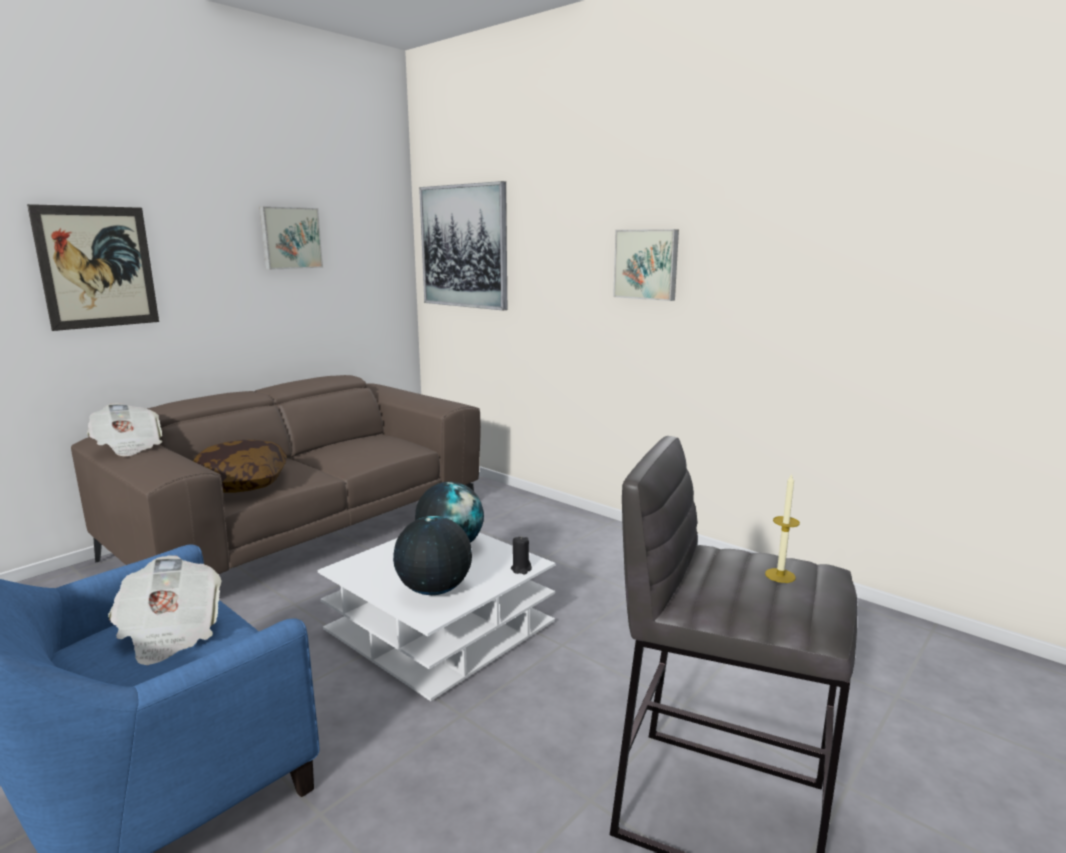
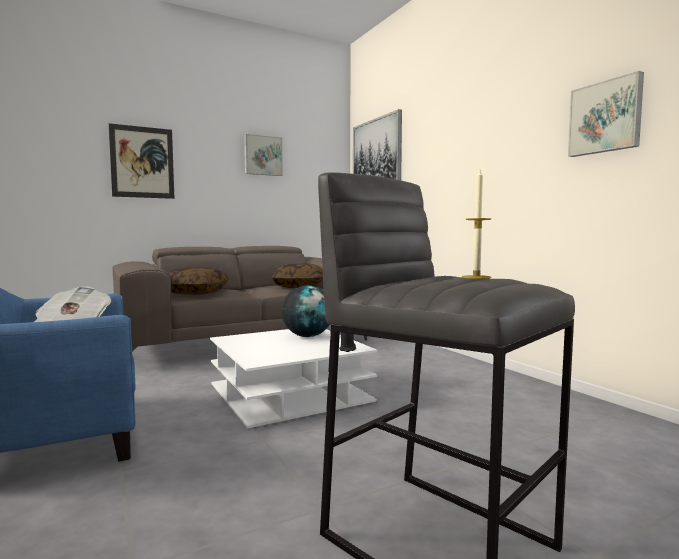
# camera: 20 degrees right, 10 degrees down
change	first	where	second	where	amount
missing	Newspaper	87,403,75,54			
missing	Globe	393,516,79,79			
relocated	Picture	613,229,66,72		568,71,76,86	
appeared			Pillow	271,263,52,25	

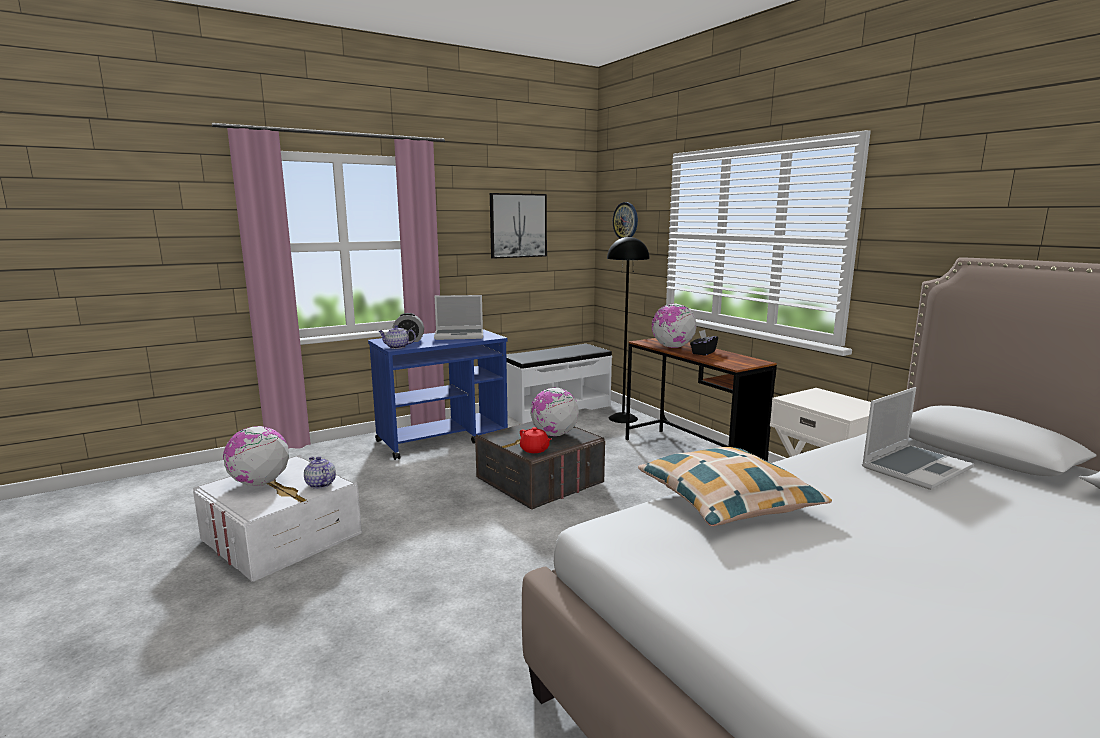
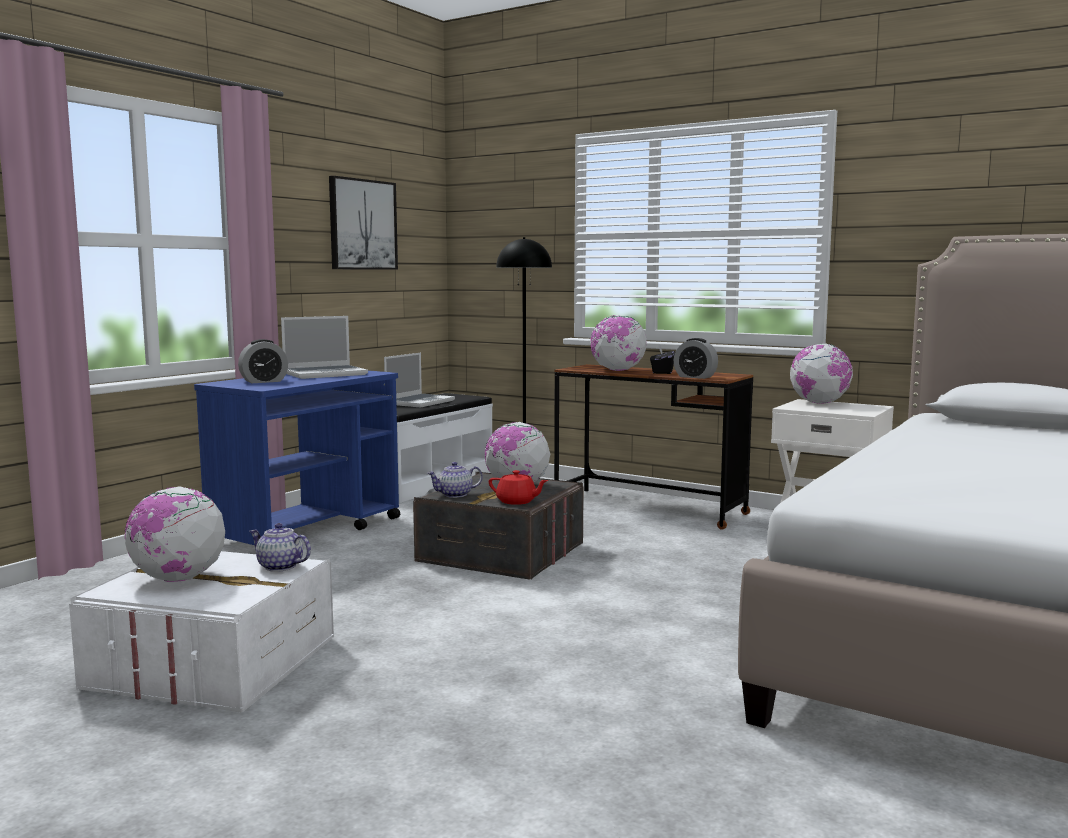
# camera: 25 degrees left, 5 degrees down
change	first	where	second	where	amount
relocated	Teapot	378,325,38,24		427,462,56,36	
missing	WallClock	613,202,25,37			
missing	Pillow	638,447,194,79			
relocated	Laptop	862,387,112,103		384,353,71,55	
appeared			AlarmClock	673,338,45,41	
appeared			Globe	790,343,63,61	

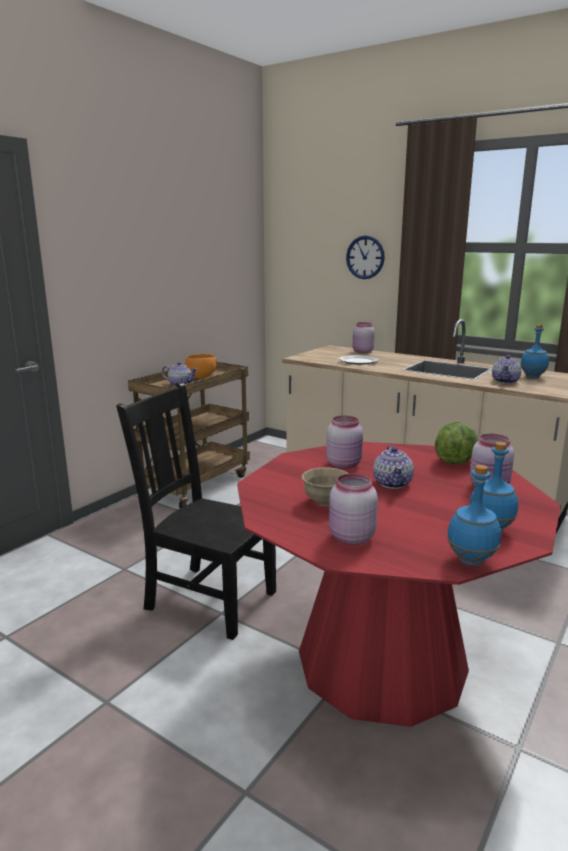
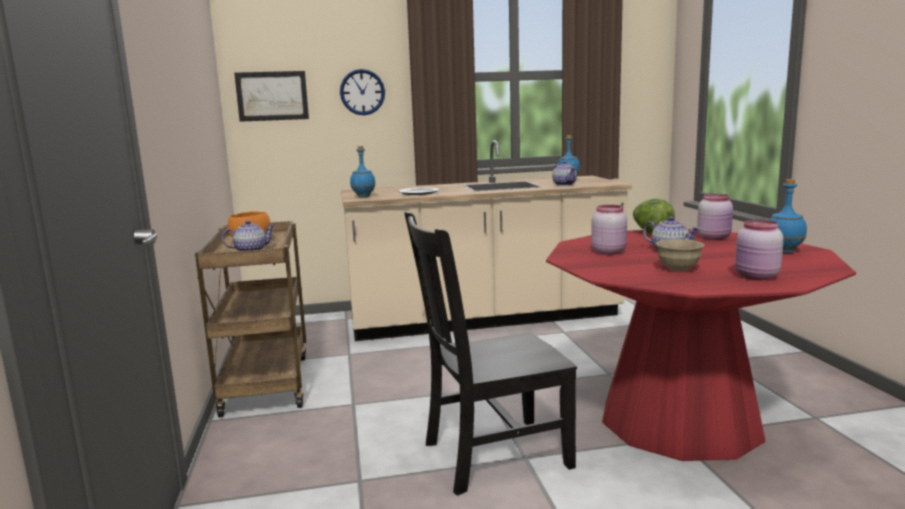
# camera: 45 degrees left, 5 degrees down
change	first	where	second	where	amount
missing	PinkJar	353,322,22,31			
relocated	BlueBottle	447,465,54,101		350,146,26,51	
appeared			Picture	234,71,75,51	

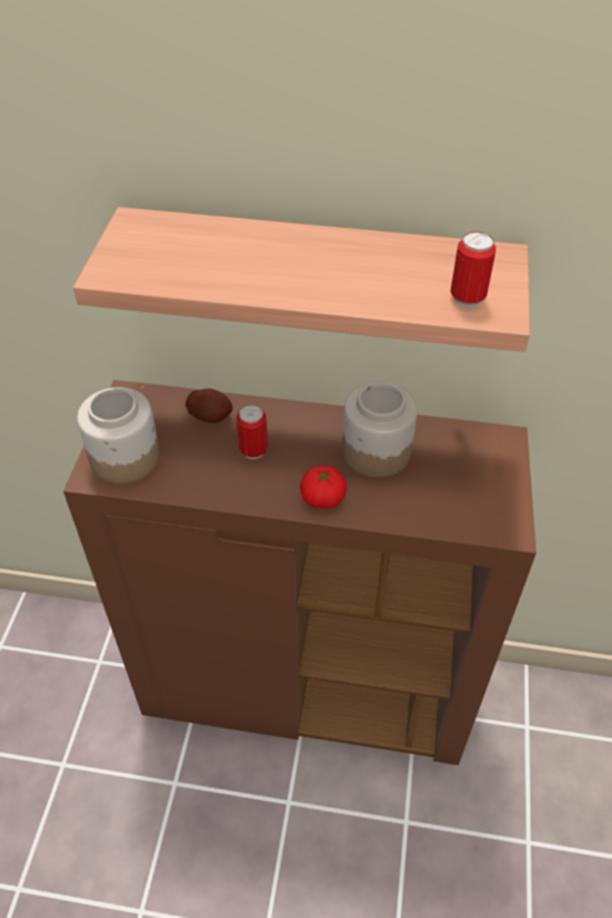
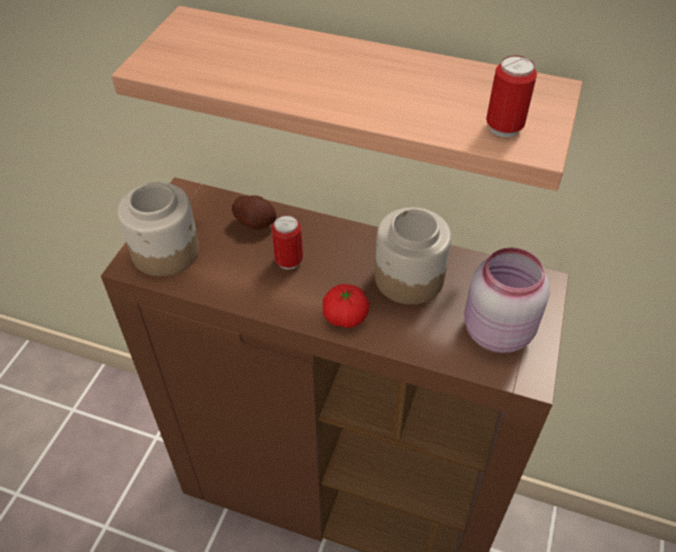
# camera: 10 degrees right, 0 degrees up
change	first	where	second	where	amount
appeared			PinkJar	464,247,86,106	

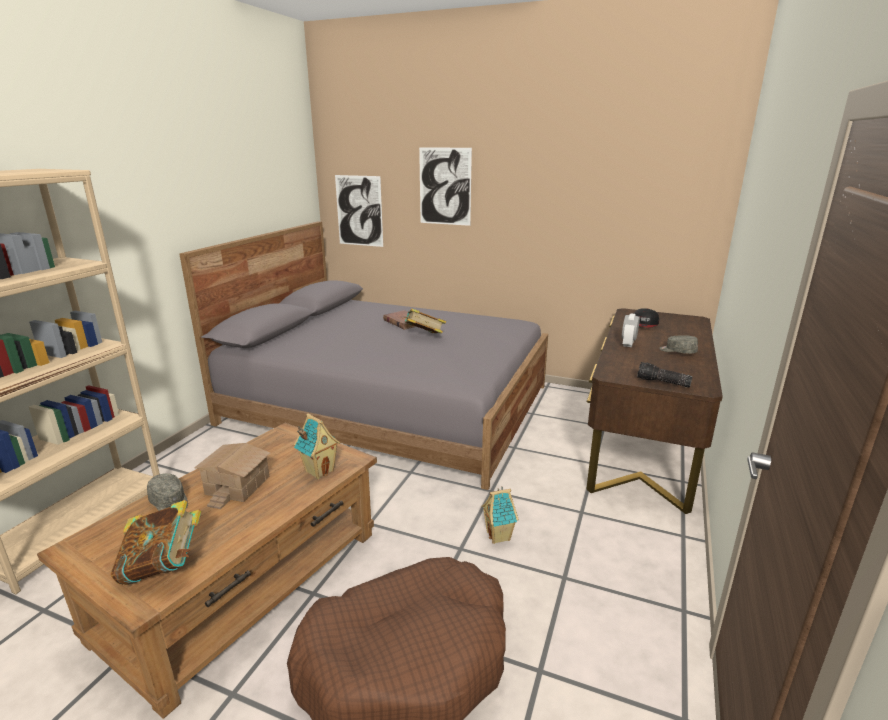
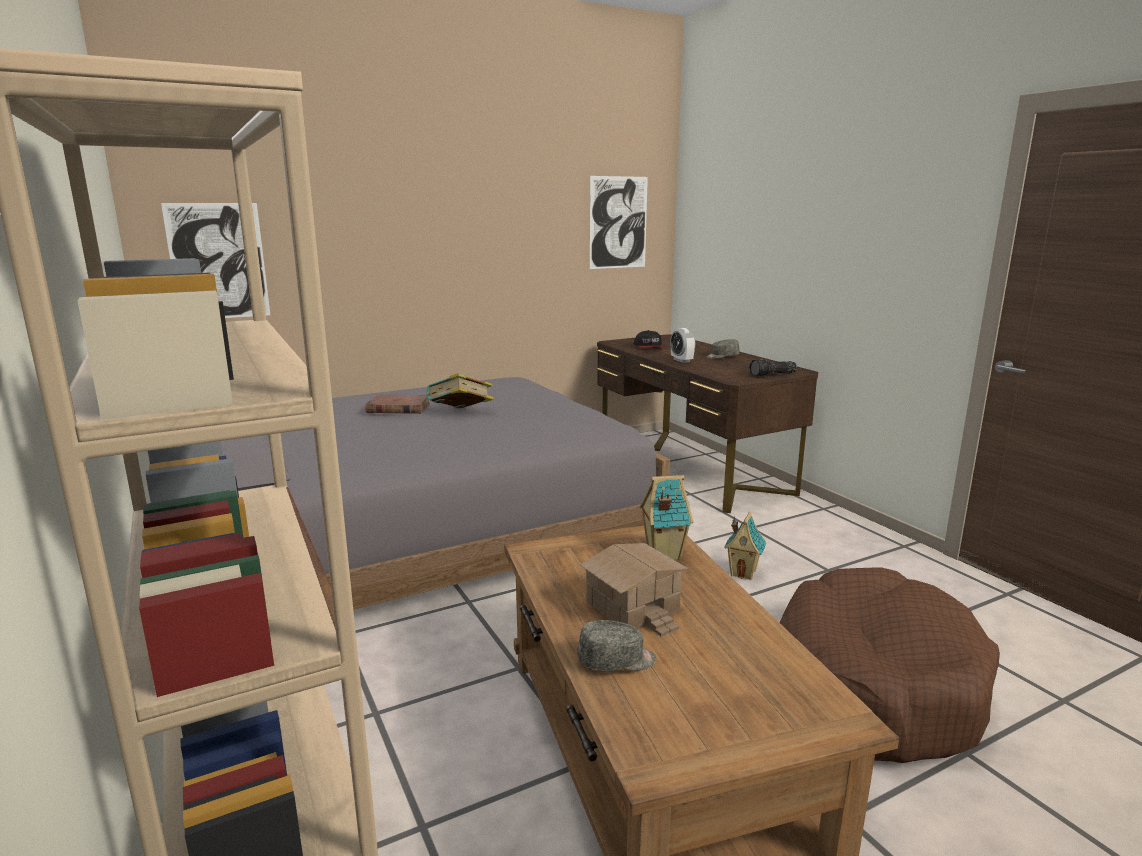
# camera: 50 degrees left, 5 degrees down
change	first	where	second	where	amount
missing	Book	111,500,90,85			
relocated	Picture	419,147,53,79		589,176,59,93	

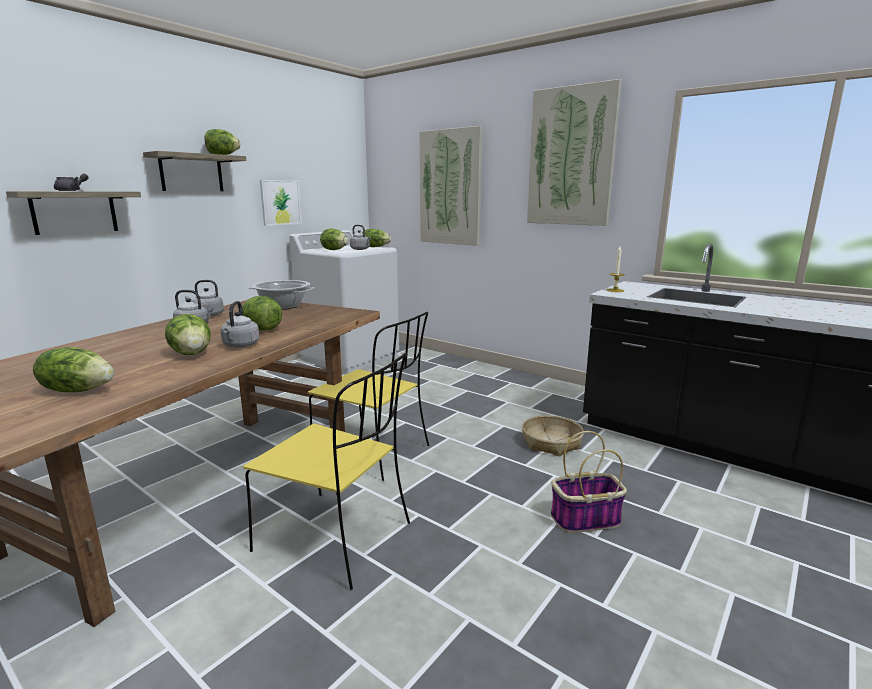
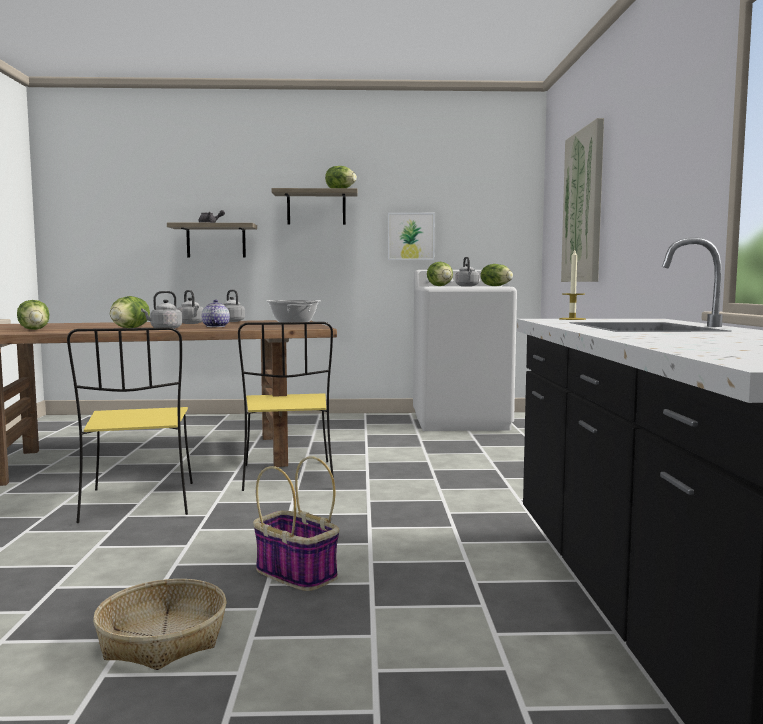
# camera: 50 degrees right, 10 degrees down
change	first	where	second	where	amount
exchanged	Lettuce	242,296,40,34	Teapot	202,300,28,27	
relocated	Basket	522,415,62,41		93,579,134,91	
missing	Picture	527,79,95,147			

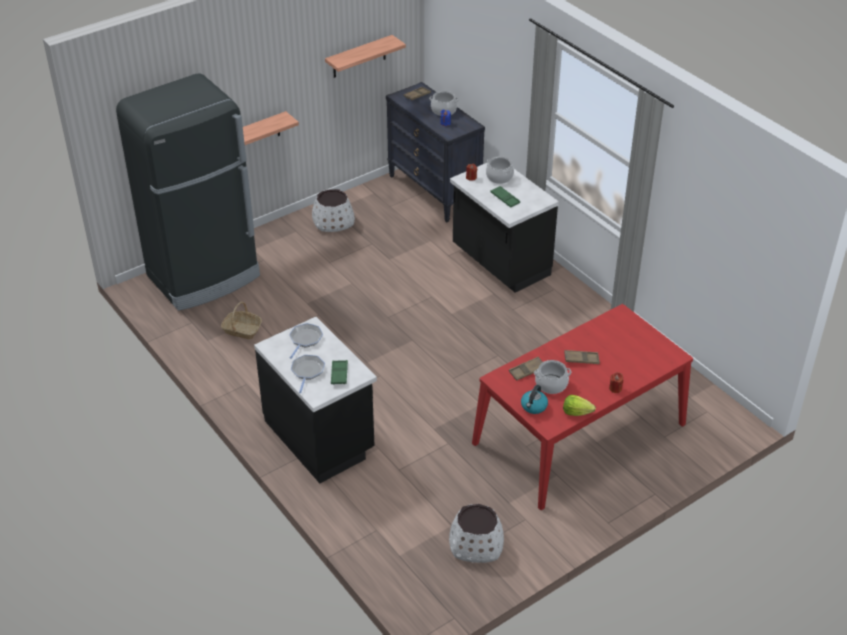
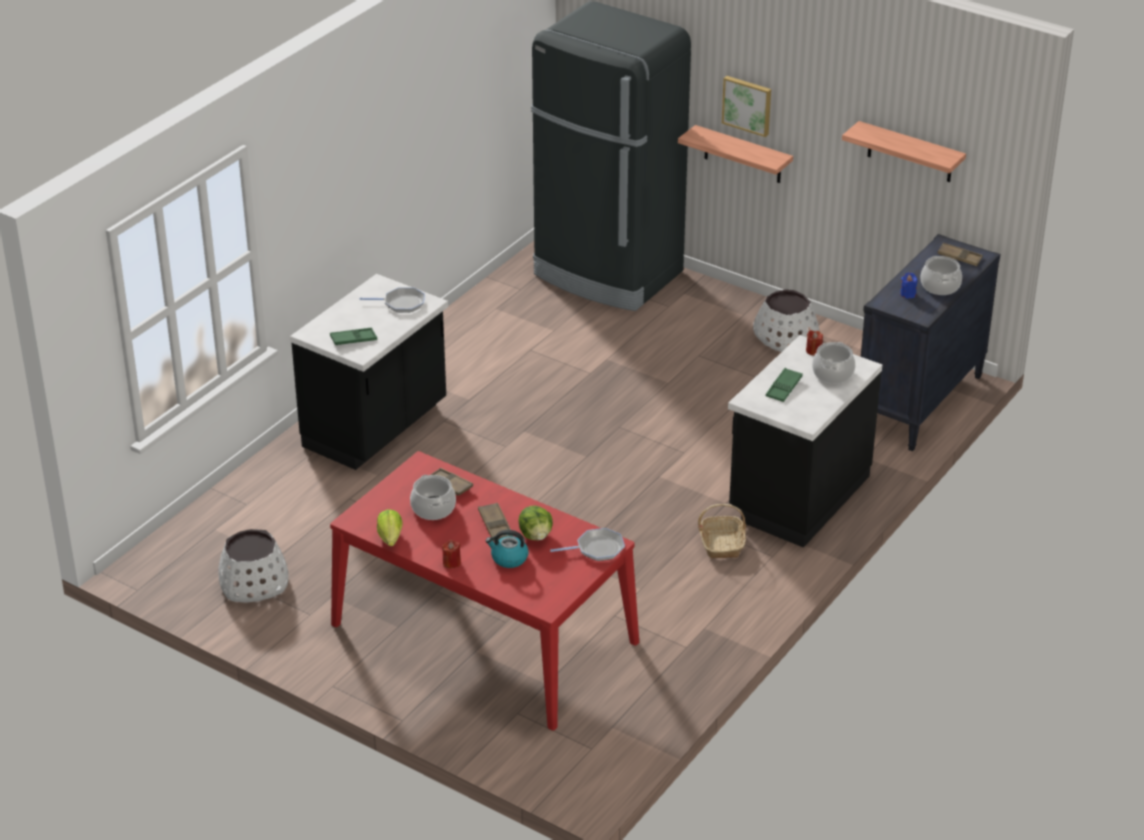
# camera: 70 degrees right, 5 degrees down
change	first	where	second	where	amount
relocated	Basket	221,302,41,37		698,504,48,54	
relocated	FryingPan	291,355,34,38		550,528,75,33	
relocated	Kettle	521,385,27,29		486,530,42,38	
appeared			Lettuce	518,506,35,34	
appeared			Picture	722,76,49,61	

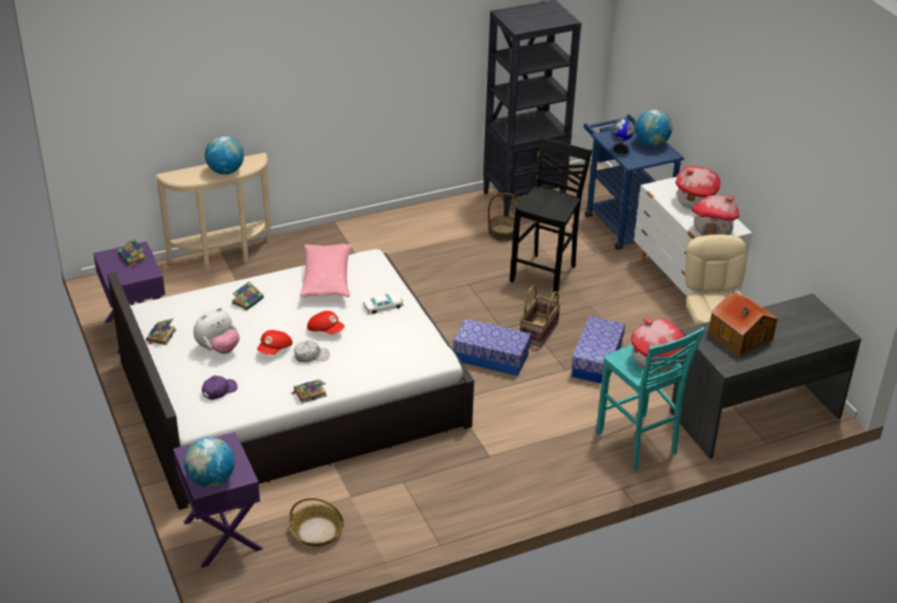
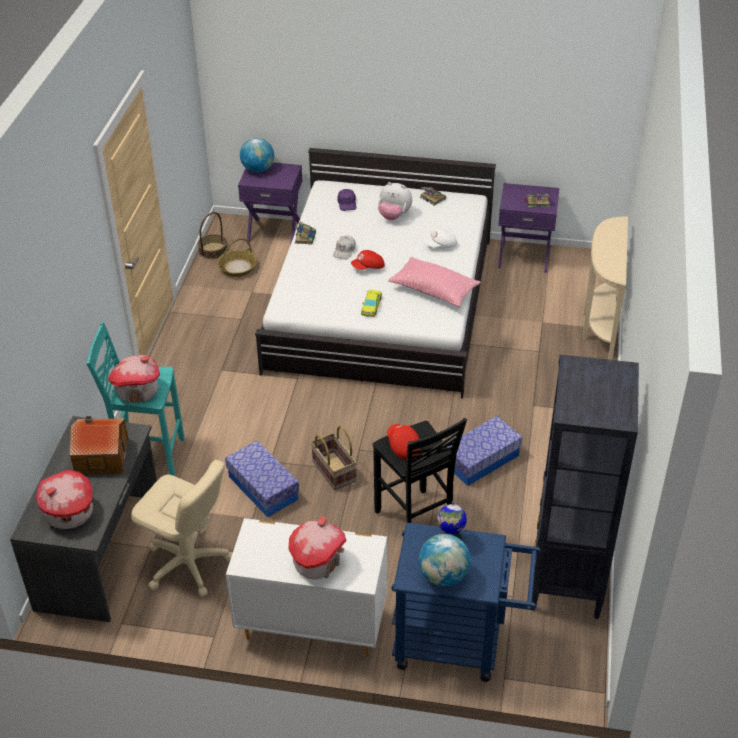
# camera: 125 degrees right, 5 degrees up
change	first	where	second	where	amount
spun	PlushToy	194,307,46,47		378,182,34,38	60 degrees counterclockwise
missing	Globe	205,135,39,40			
exchanged	Book	232,281,32,29	WhiteCap	424,228,33,19	
relocated	RedCap	257,330,35,25		387,424,34,36	
colour	WhiteToyCar	362,294,42,20	YellowToyCar	361,290,21,27	
relocated	StorageBox	453,319,78,57		447,416,76,70	
relocated	Basket	488,193,32,49		198,212,30,47	
relocated	ToyHouse	692,195,47,41		36,470,57,59	

